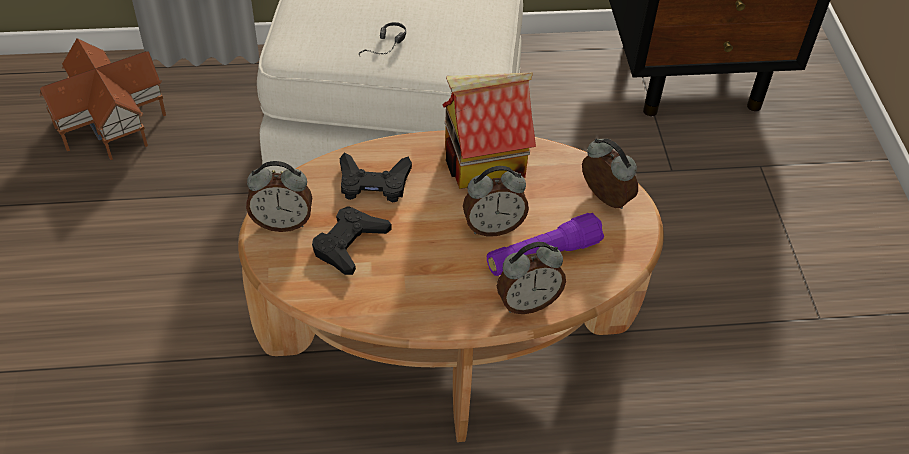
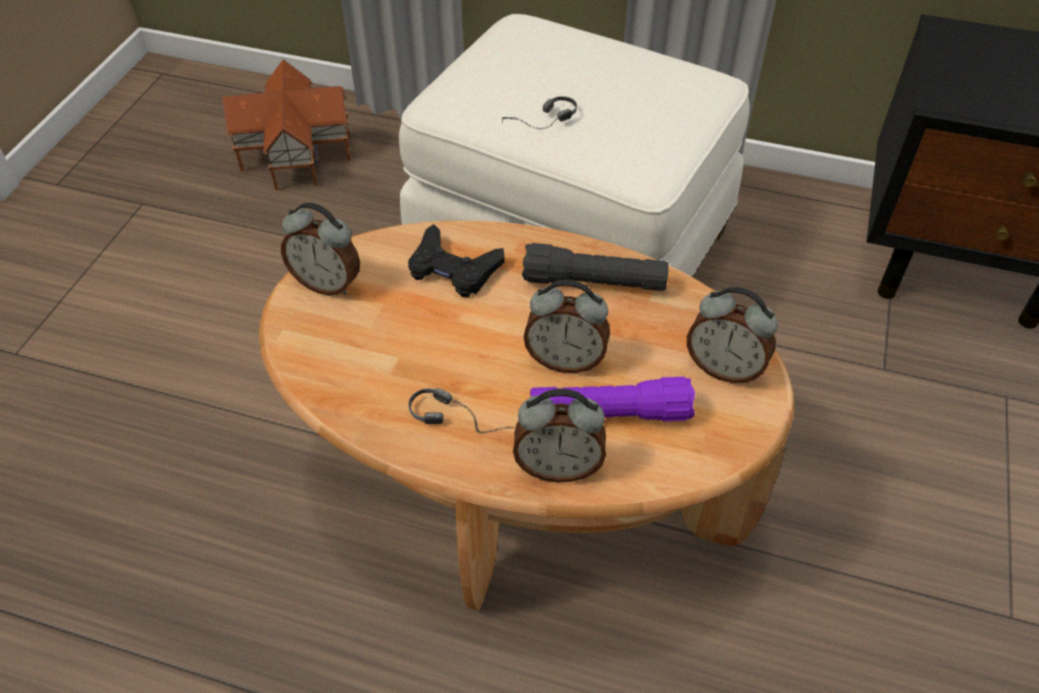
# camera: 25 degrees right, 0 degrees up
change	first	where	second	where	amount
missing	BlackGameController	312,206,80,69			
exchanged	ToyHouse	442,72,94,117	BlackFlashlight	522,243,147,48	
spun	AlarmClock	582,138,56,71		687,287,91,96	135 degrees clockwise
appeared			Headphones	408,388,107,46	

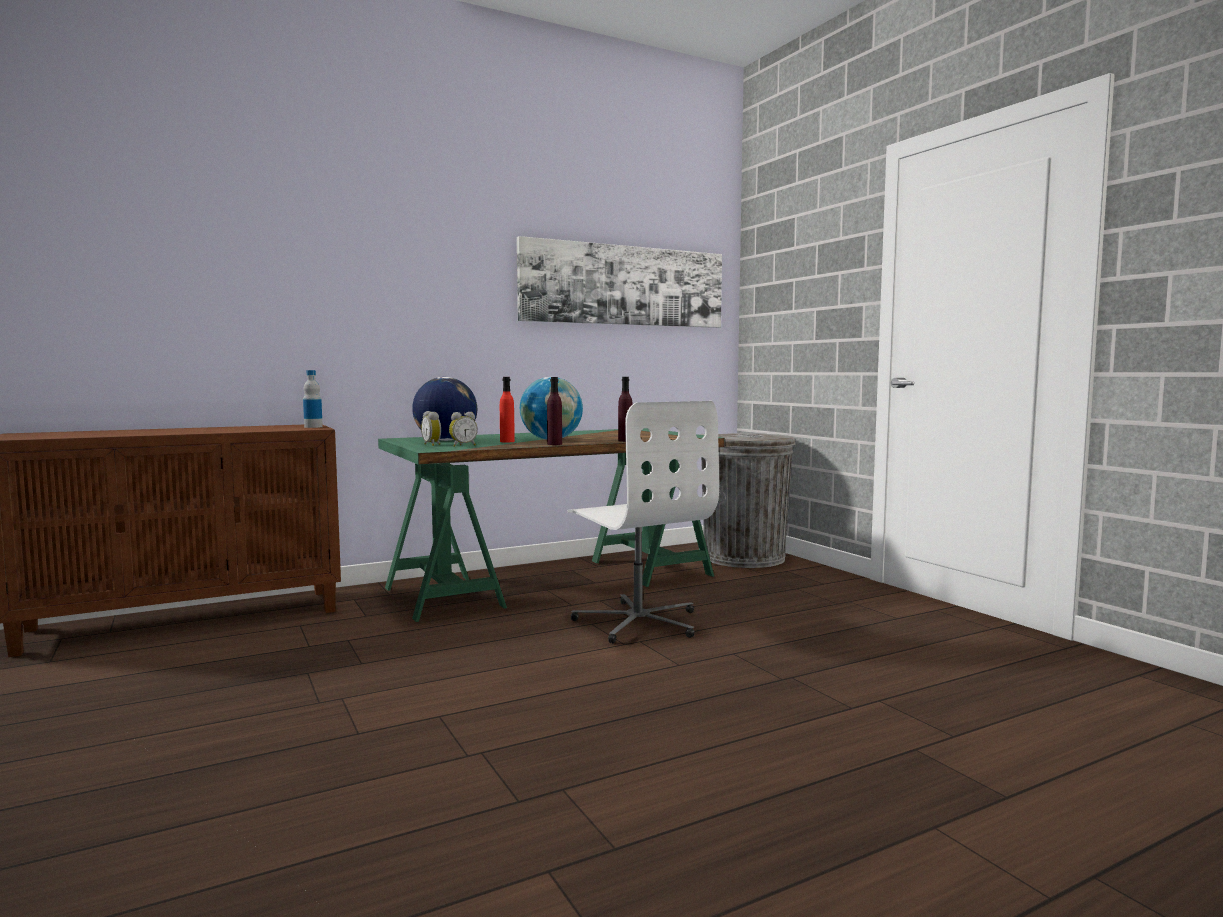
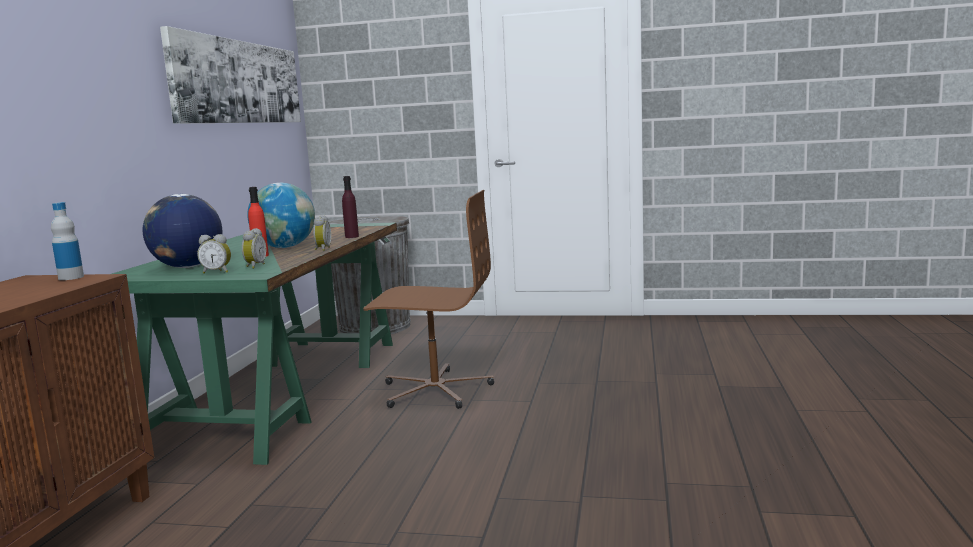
# camera: 50 degrees left, 5 degrees up
change	first	where	second	where	amount
exchanged	PurpleBottle	547,377,15,68	AlarmClock	313,215,18,36	
colour	WhiteOfficeChair	568,401,151,243	BrownOfficeChair	363,190,131,219	

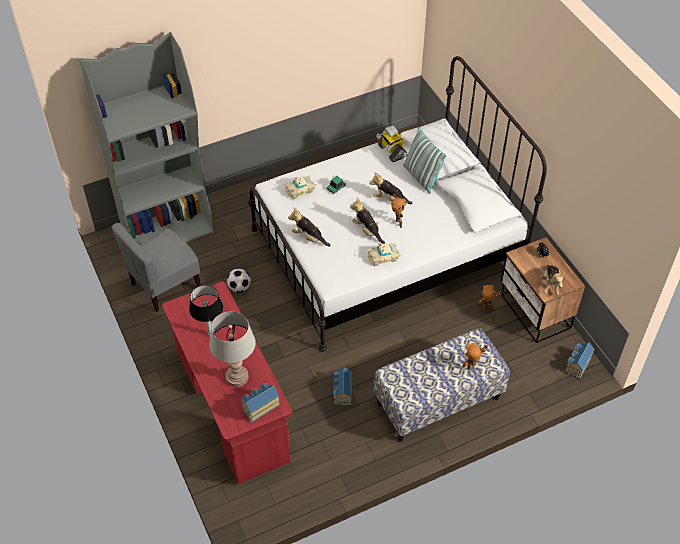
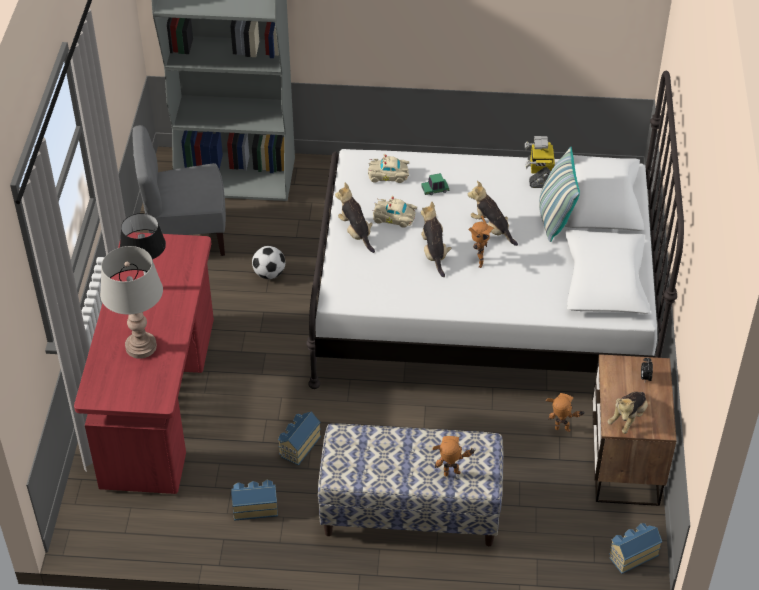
# camera: 30 degrees right, 5 degrees down
change	first	where	second	where	amount
relocated	ToyHouse	241,383,39,40		231,480,47,41	
relocated	BeigeToyCar	368,243,33,23		373,196,44,32	

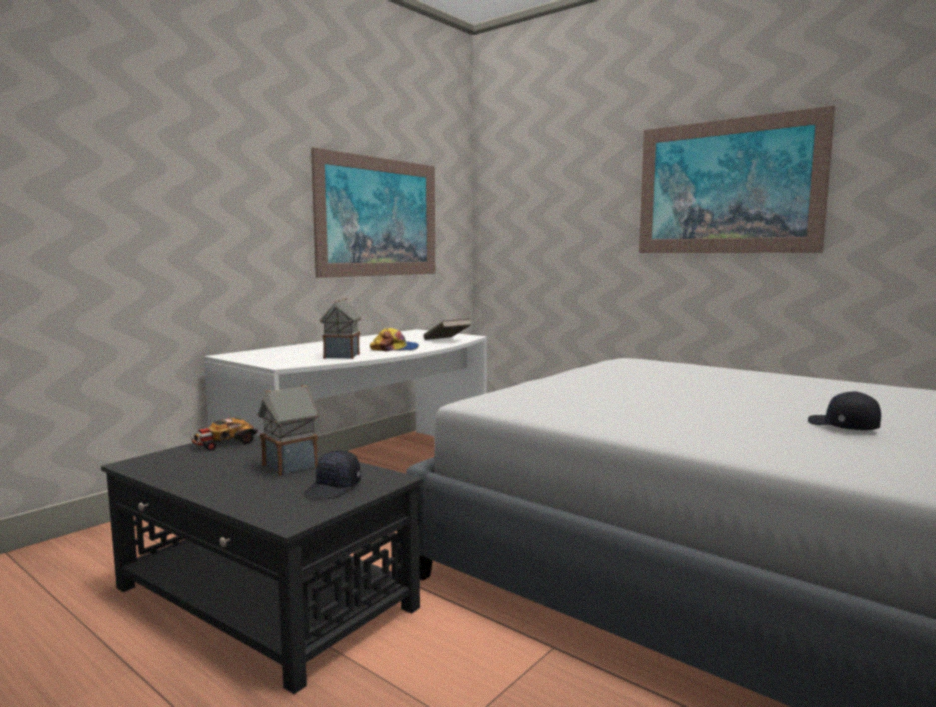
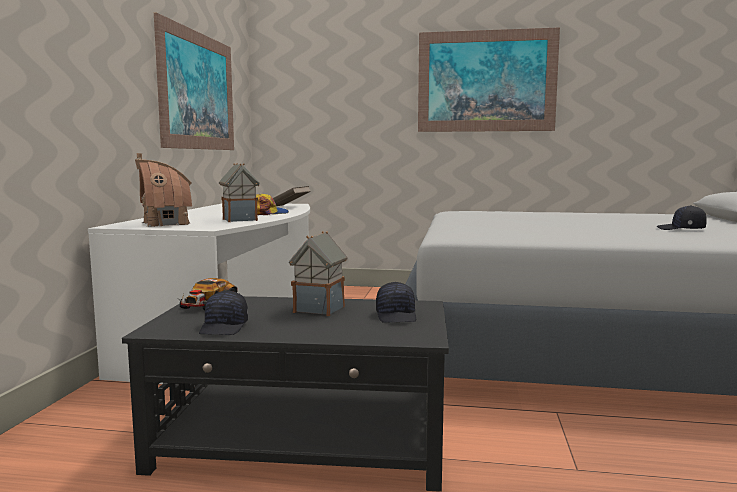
# camera: 30 degrees left, 0 degrees up
change	first	where	second	where	amount
appeared			ToyHouse	135,153,57,74	
appeared			BlackCap	199,291,49,44	

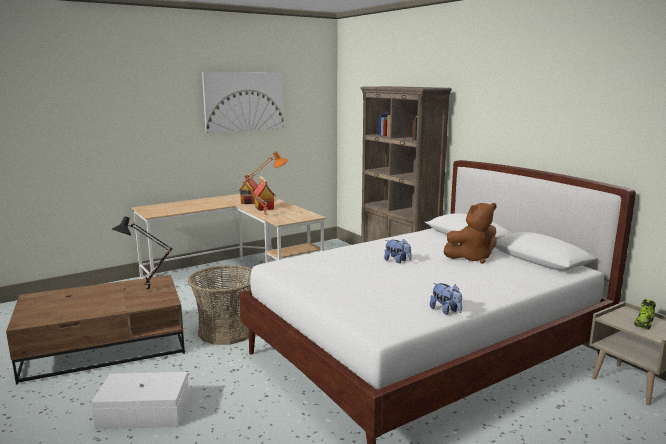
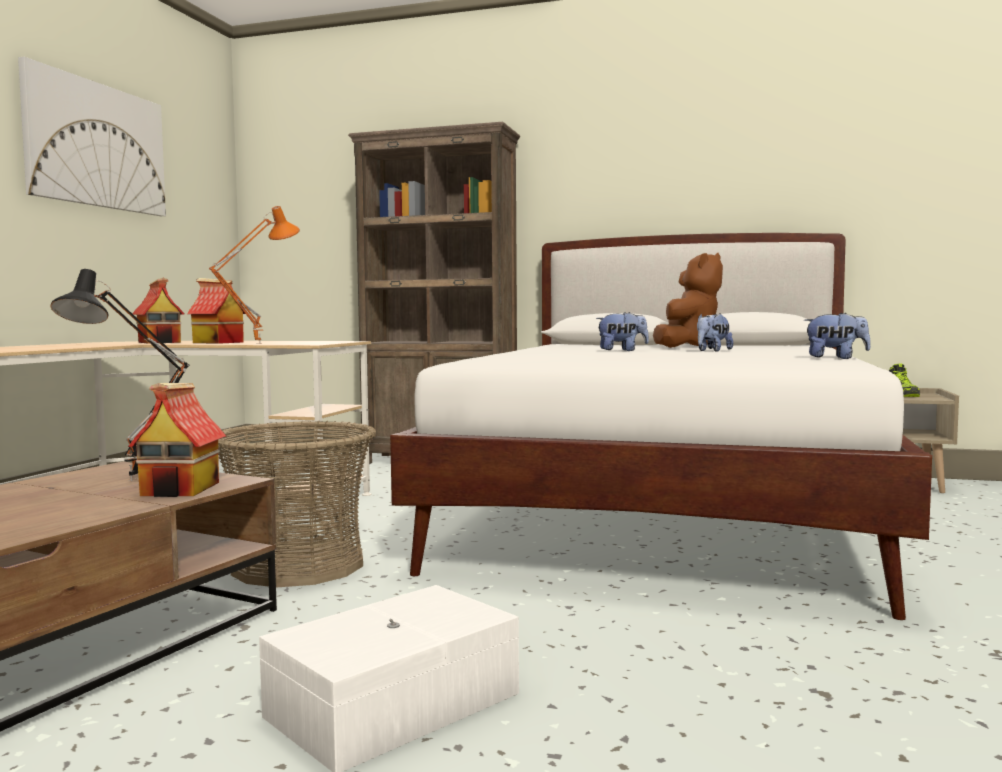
# camera: 40 degrees left, 10 degrees down
change	first	where	second	where	amount
appeared			ToyHouse	128,383,98,114	
appeared			PlushToy	697,313,36,39	

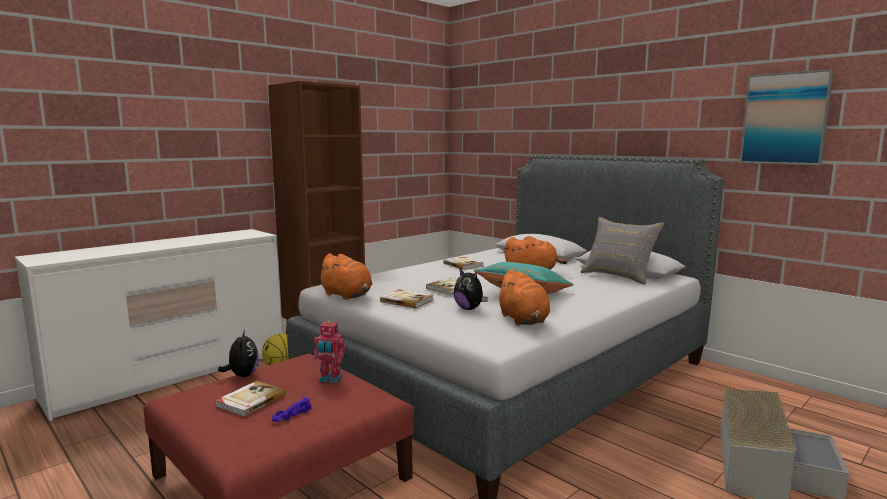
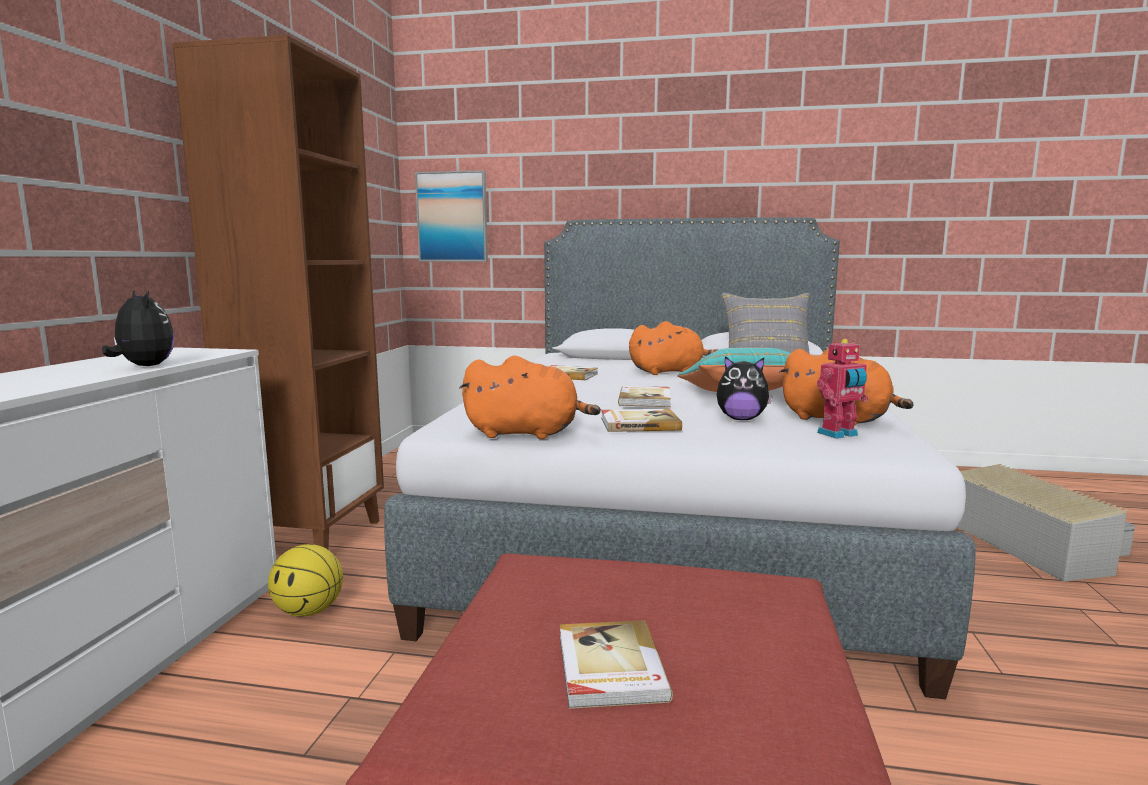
# camera: 35 degrees left, 0 degrees up
change	first	where	second	where	amount
relocated	PlushToy	218,330,41,47		102,290,72,76	
missing	PurpleToyCar	272,396,40,26			
relocated	ToyRobot	313,321,33,62		817,339,52,100	
relocated	Picture	740,69,94,96		415,170,73,92	

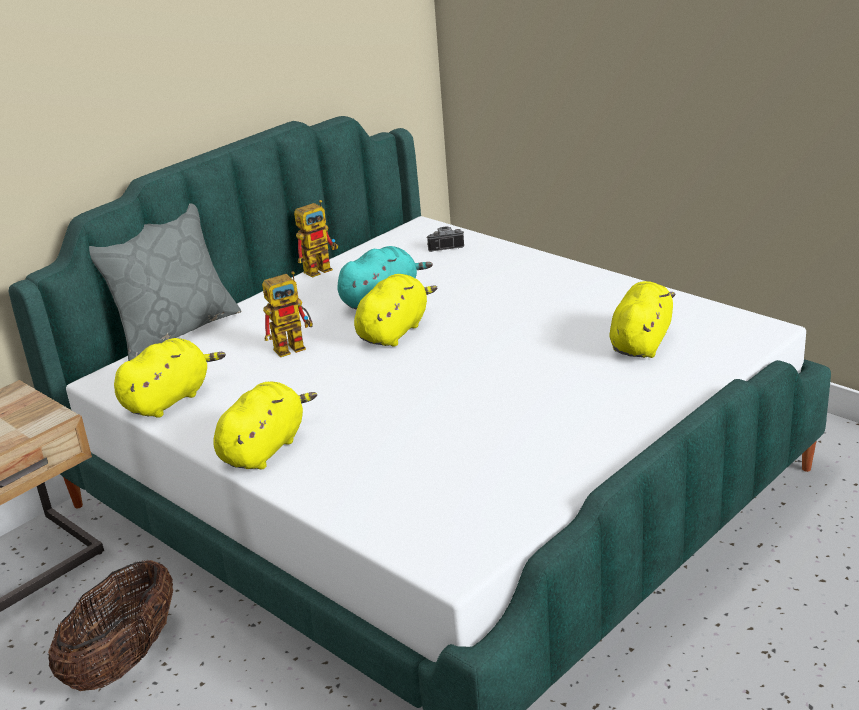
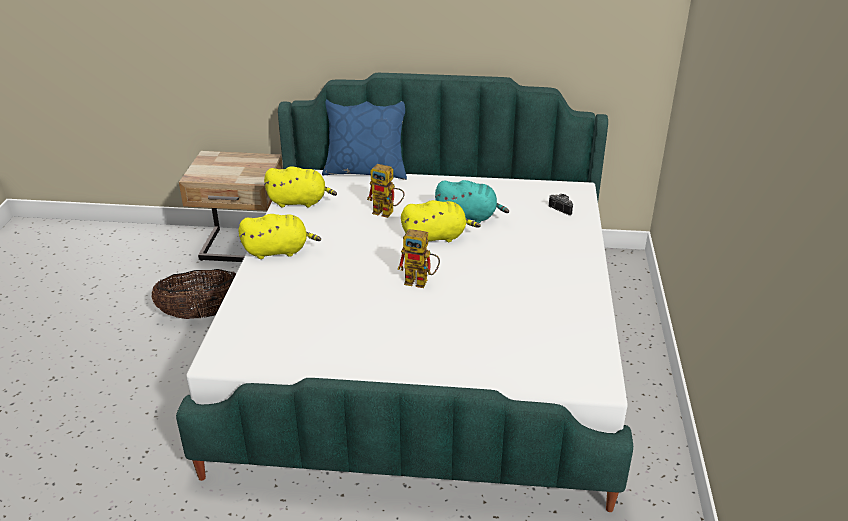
# camera: 50 degrees right, 5 degrees up
change	first	where	second	where	amount
colour	GreyPillow	89,203,153,158	BluePillow	322,99,85,81	
relocated	ToyRobot	294,200,44,78		397,229,43,59	
missing	YellowPlushToy	609,281,67,77			

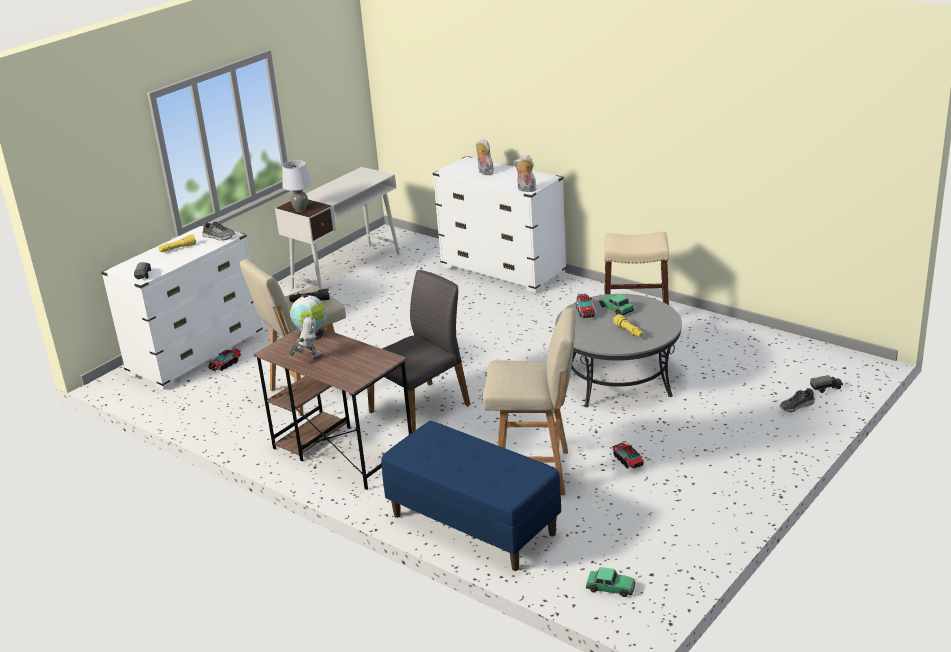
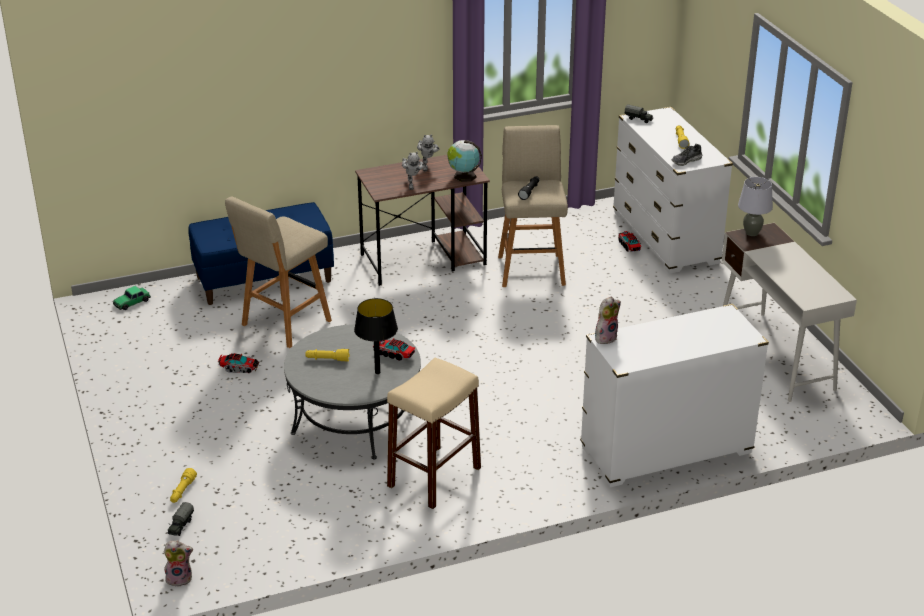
# camera: 120 degrees right, 5 degrees up
change	first	where	second	where	amount
missing	GreyChair	367,270,104,162			
relocated	PlushToy	476,138,18,37		163,541,30,46	
exchanged	ToyCar	599,294,35,21	BlackTableLamp	354,298,44,76	
exchanged	Shoe	780,388,35,25	YellowFlashlight	170,468,27,35	
appeared			ToyRobot	402,152,23,38	

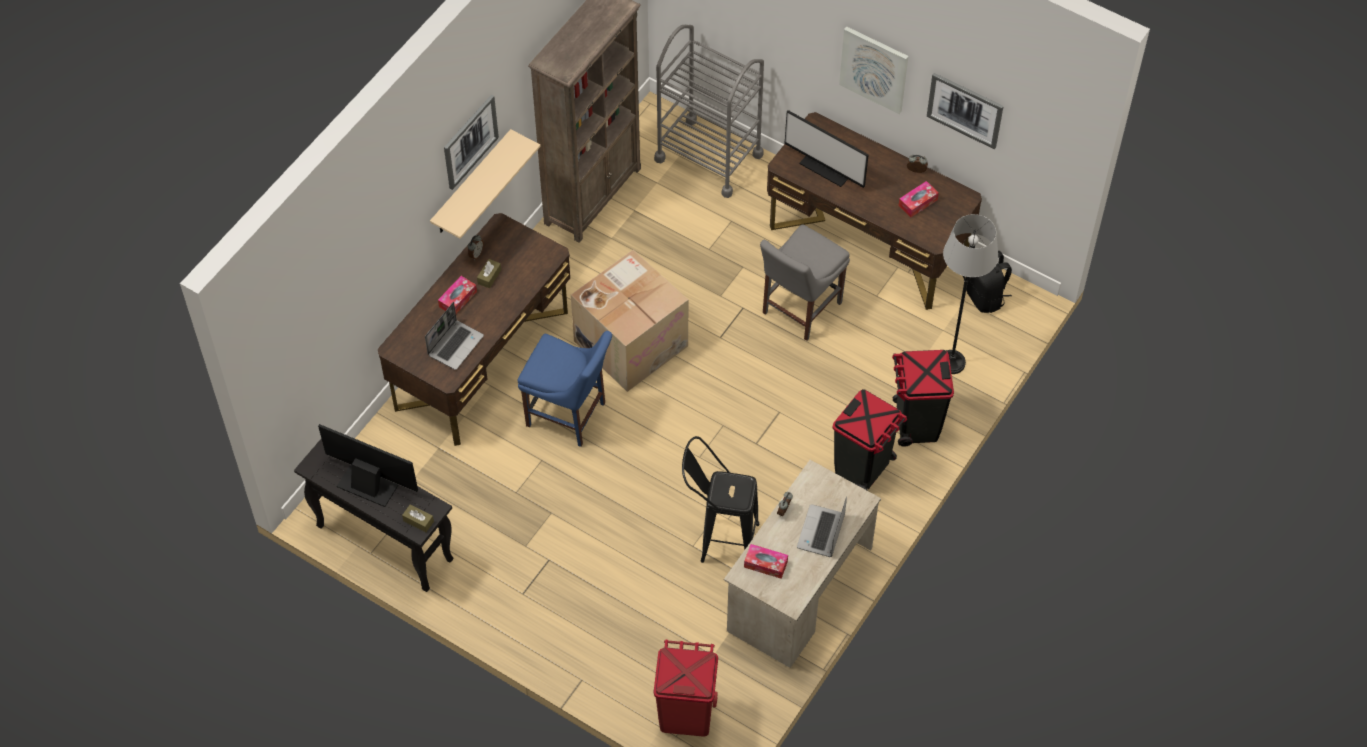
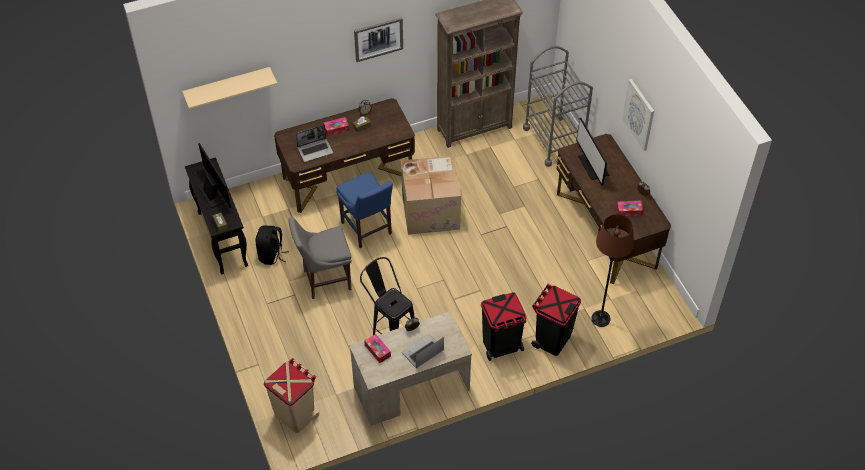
# camera: 35 degrees right, 5 degrees down
change	first	where	second	where	amount
relocated	BeigeShelf	430,129,111,110		182,67,95,42	
colour	RedTrashCan	654,640,64,97	BeigeTrashCan	264,358,55,75	
relocated	GreyChair	760,224,90,117		288,217,63,82	
missing	Picture	927,73,77,76			
colour	GreyFloorLamp	943,214,55,160	BrownFloorLamp	591,214,43,113	
relocated	BlackBackpack	966,251,46,62		256,226,33,39	

